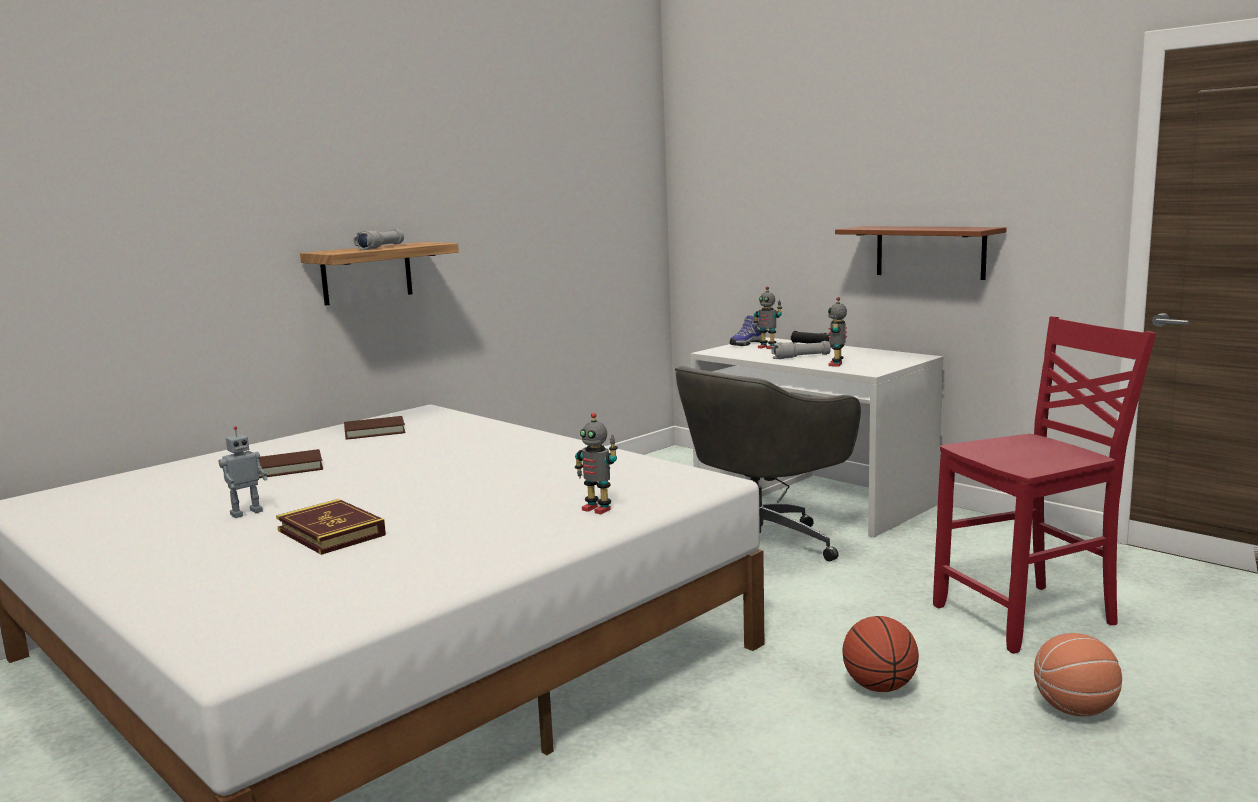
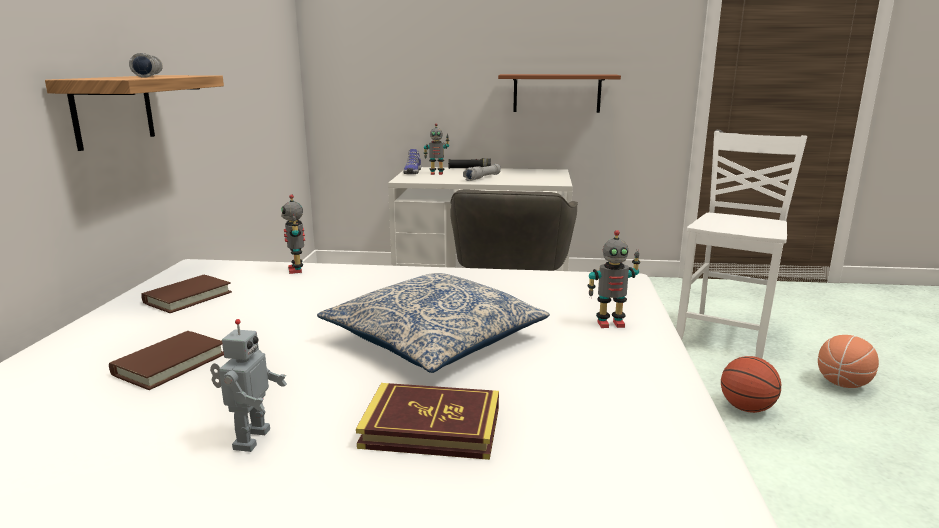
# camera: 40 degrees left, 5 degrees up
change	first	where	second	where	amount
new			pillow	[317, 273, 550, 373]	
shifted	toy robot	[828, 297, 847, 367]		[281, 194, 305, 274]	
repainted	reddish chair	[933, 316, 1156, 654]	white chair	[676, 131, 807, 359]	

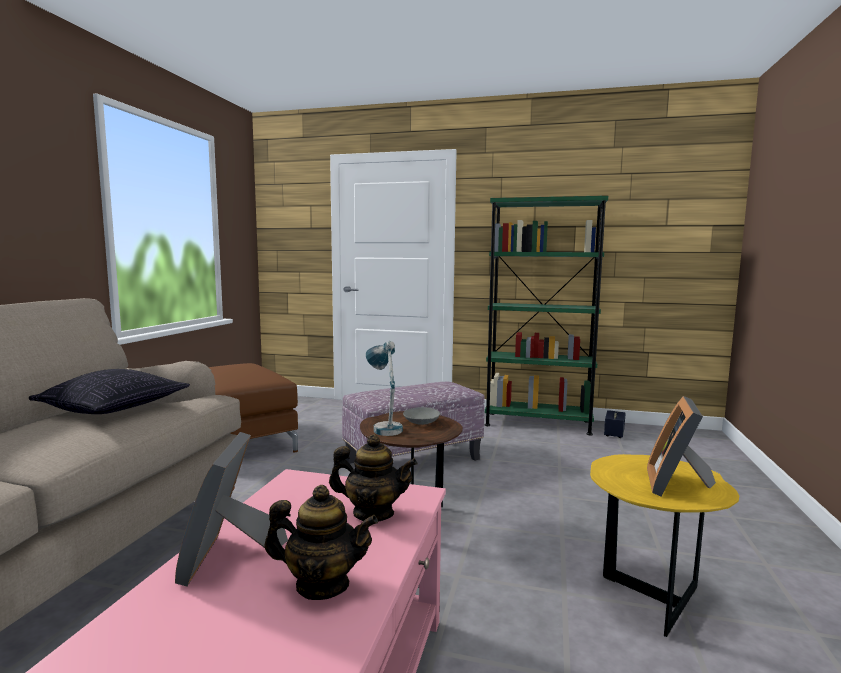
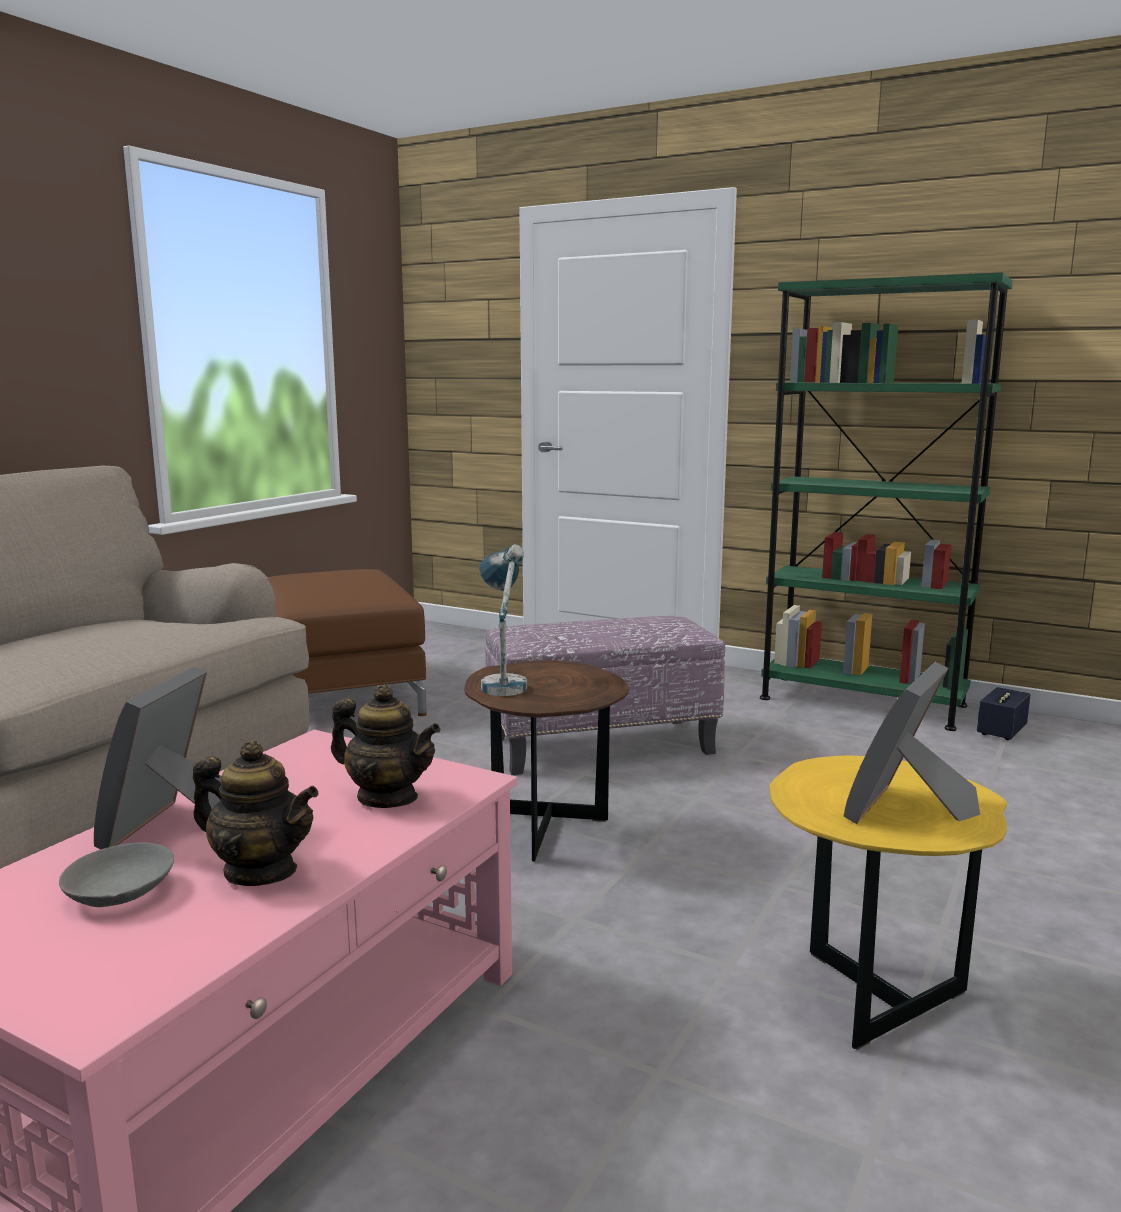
# camera: 15 degrees right, 5 degrees up
change	first	where	second	where	amount
gone	pillow	[29, 369, 190, 414]			
shifted	grey serving bowl	[403, 407, 440, 425]		[59, 842, 174, 907]	

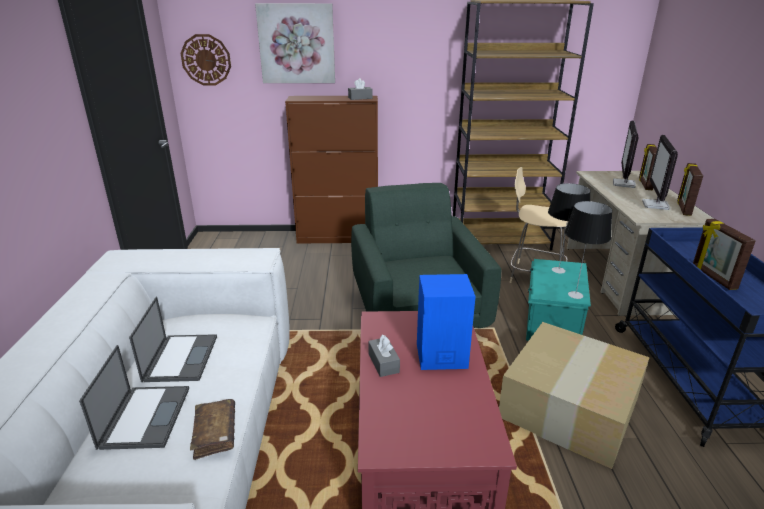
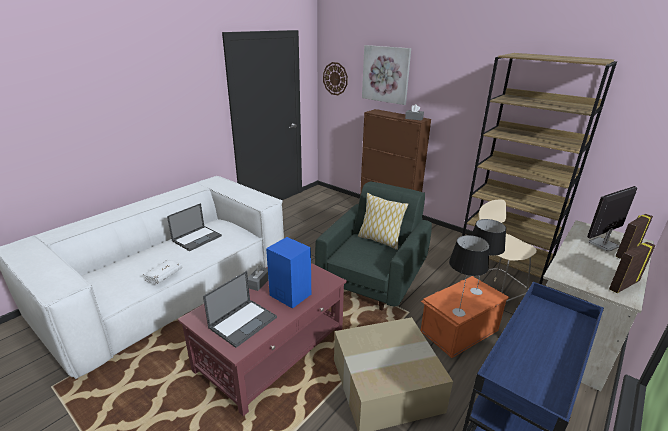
# camera: 40 degrees right, 0 degrees up
change	first	where	second	where	amount
gone	monitor	[642, 135, 678, 210]			
gone	picture frame	[693, 219, 756, 290]			
new			pillow	[358, 193, 408, 250]	
shifted	notebook computer	[79, 345, 189, 450]		[203, 271, 277, 348]	
repainted	brown-coloured book	[190, 399, 235, 460]	white book	[143, 259, 182, 284]	
repainted	turquoise storage container	[526, 259, 591, 341]	orange storage container	[420, 276, 509, 358]	

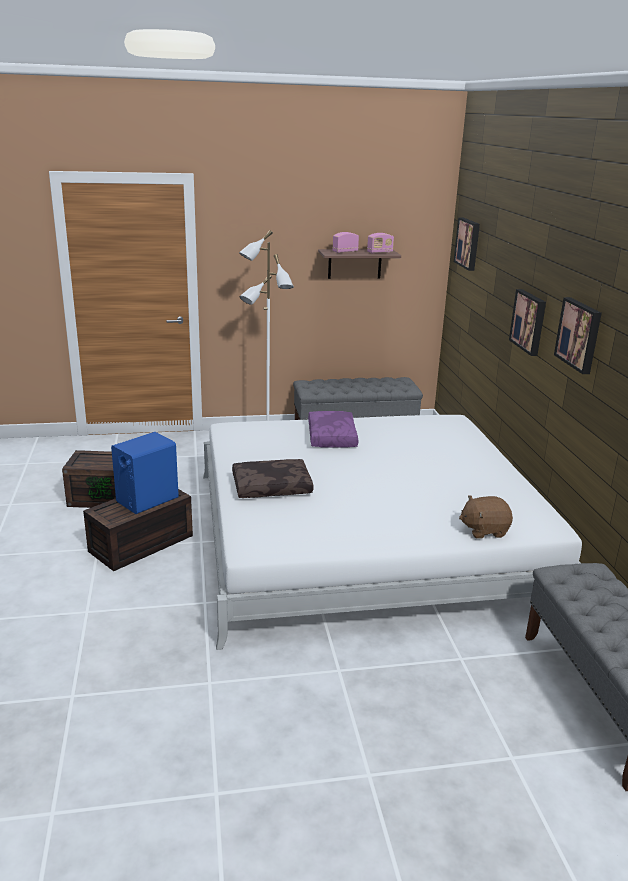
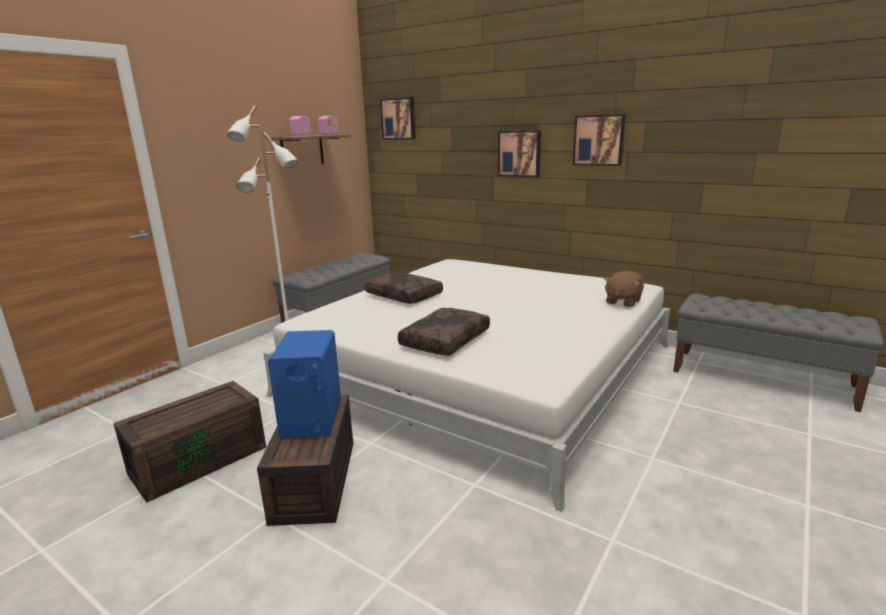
# camera: 45 degrees left, 5 degrees down
change	first	where	second	where	amount
repainted	purple pillow	[308, 411, 359, 448]	brown-coloured pillow	[365, 272, 443, 304]	

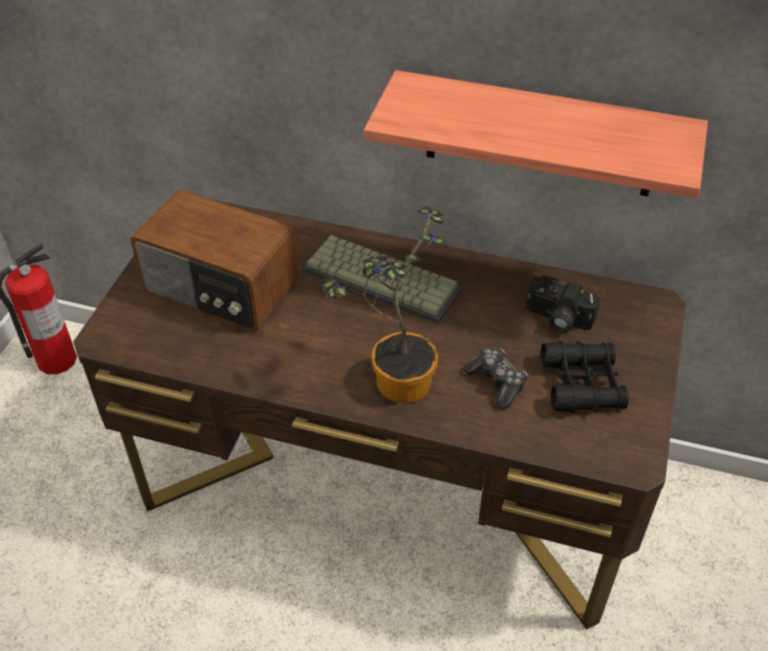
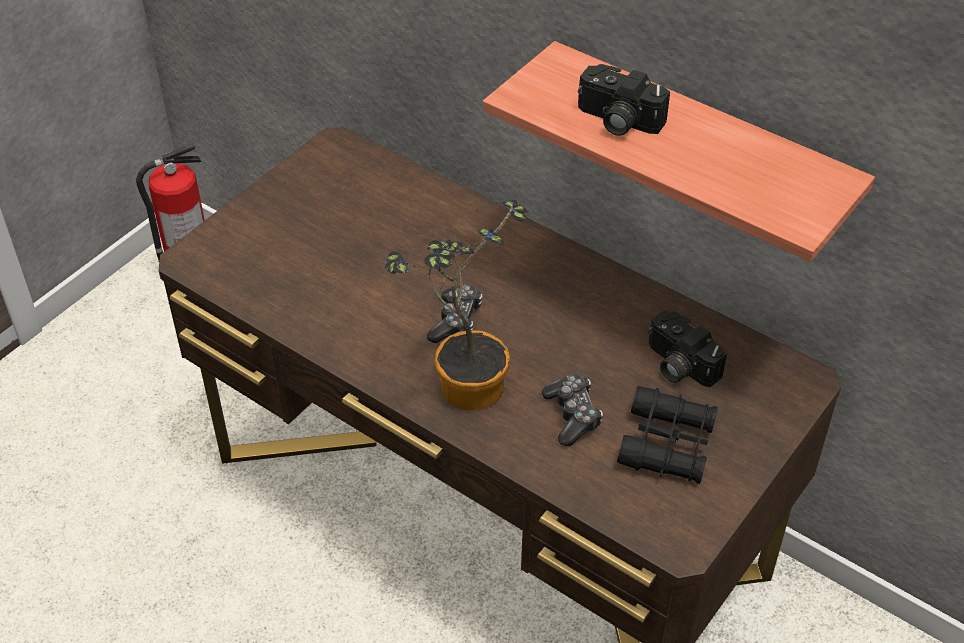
# camera: 20 degrees right, 0 degrees up
change	first	where	second	where	amount
gone	radio set	[130, 190, 298, 332]			
gone	PC keyboard	[303, 235, 463, 324]			
new			game controller	[427, 284, 482, 343]	
new			photo camera	[578, 64, 670, 136]	

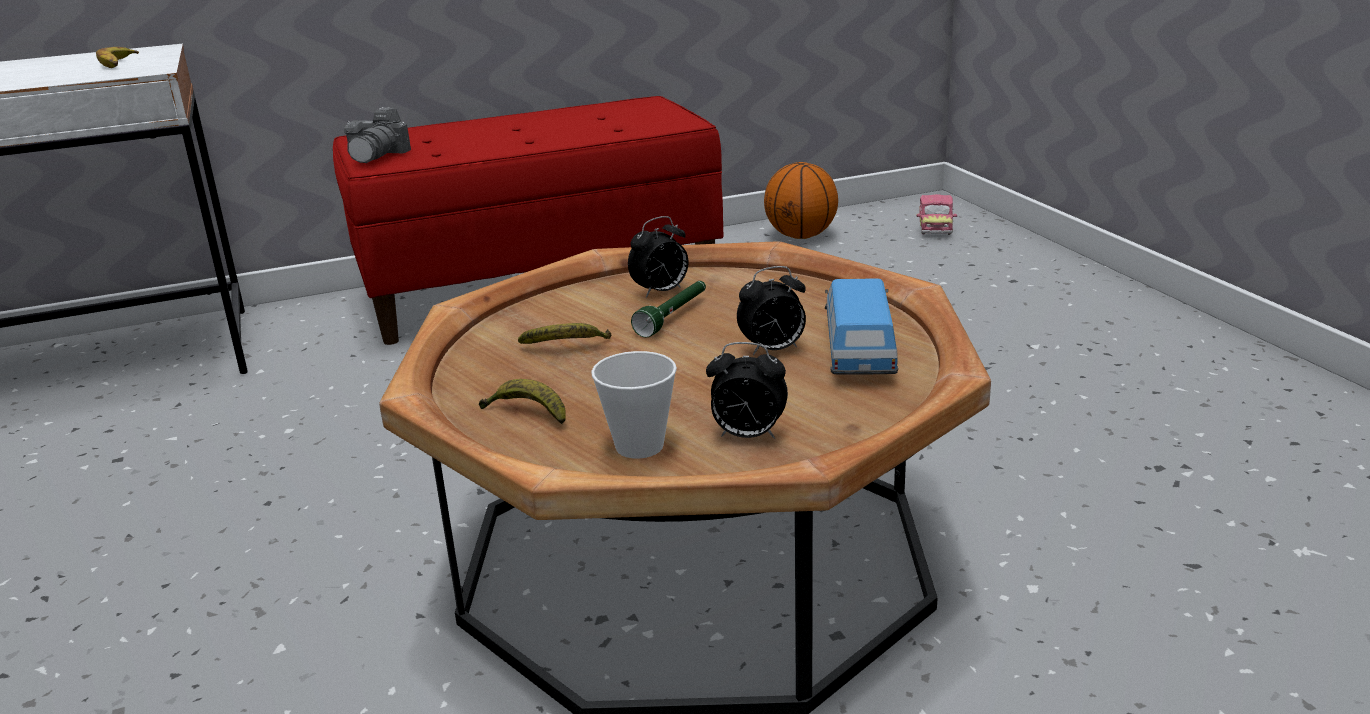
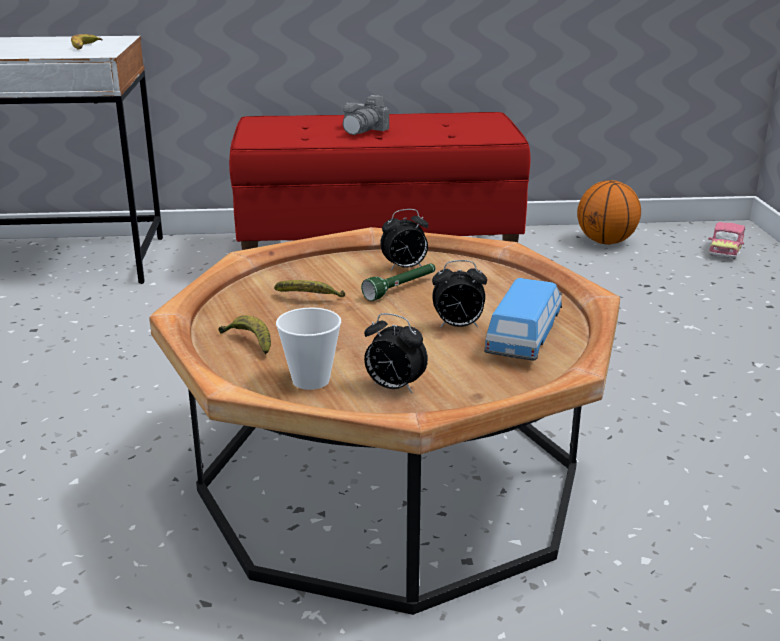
# camera: 15 degrees right, 0 degrees up
change	first	where	second	where	amount
shifted	photo camera	[344, 107, 411, 163]		[342, 95, 389, 135]	

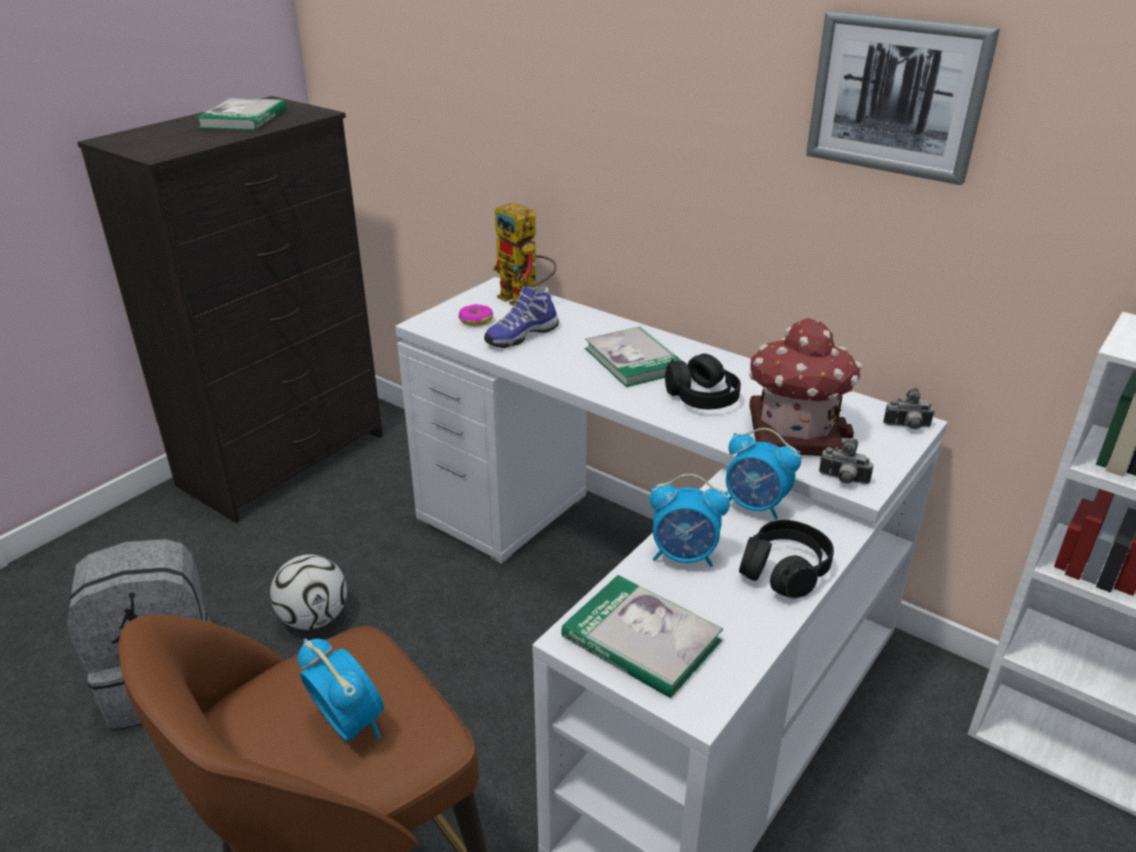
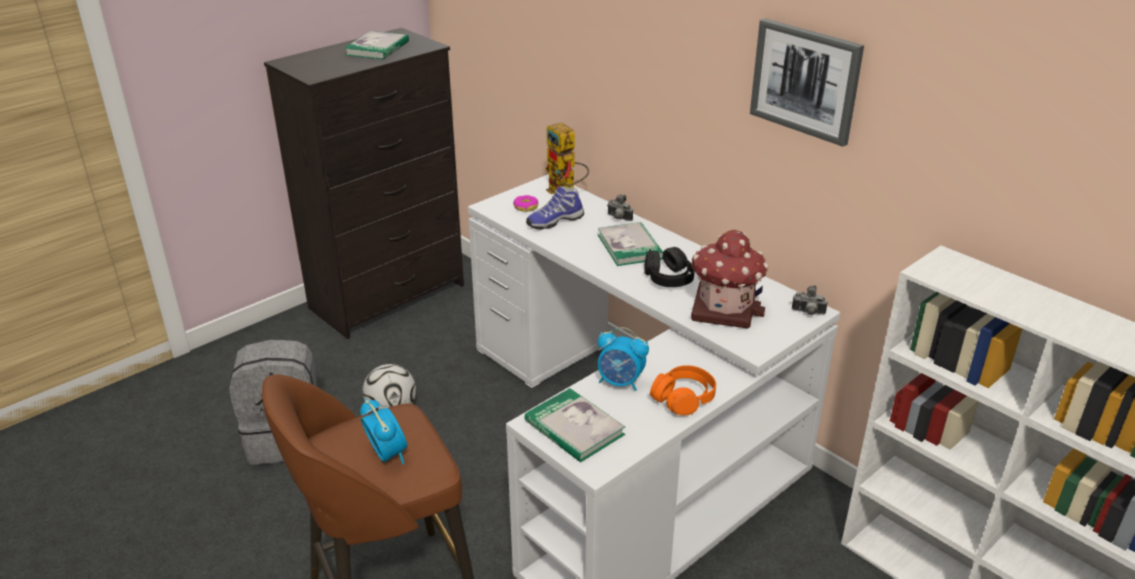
# camera: 10 degrees right, 0 degrees up
change	first	where	second	where	amount
gone	bedside clock	[726, 428, 801, 520]			
shifted	photo camera	[819, 439, 873, 484]		[608, 195, 633, 221]	
repainted	blackish pair of headphones	[739, 520, 834, 599]	orange pair of headphones	[650, 365, 716, 416]	

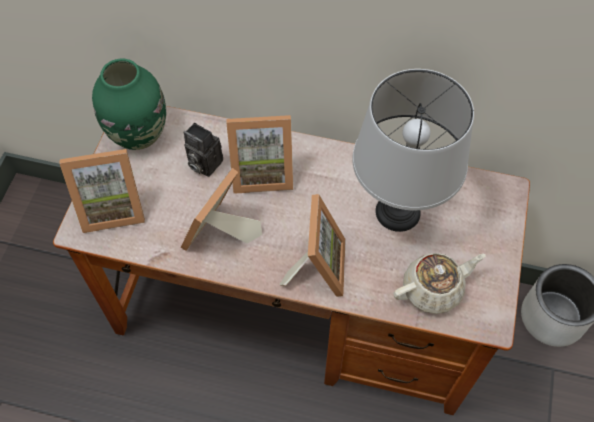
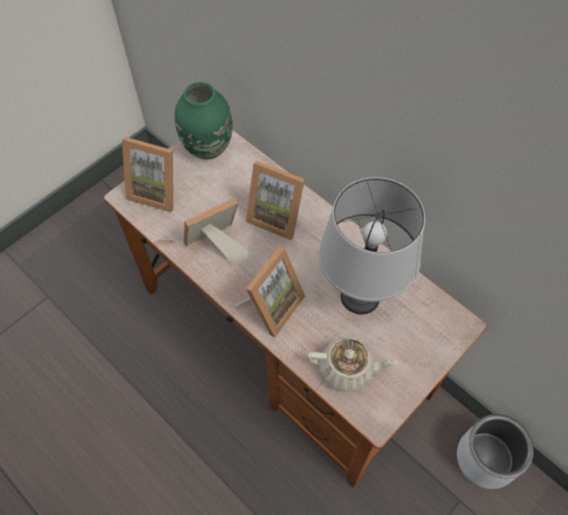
# camera: 30 degrees right, 0 degrees up
change	first	where	second	where	amount
gone	photo camera	[184, 123, 223, 177]			

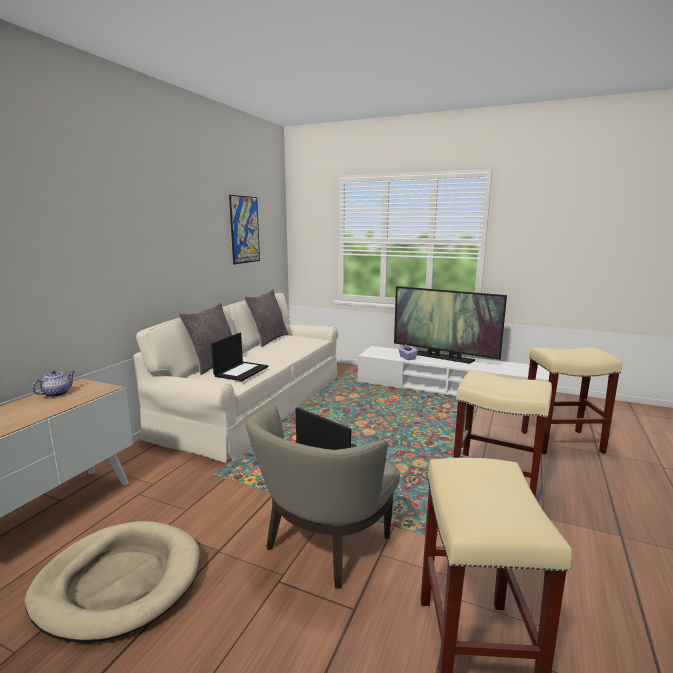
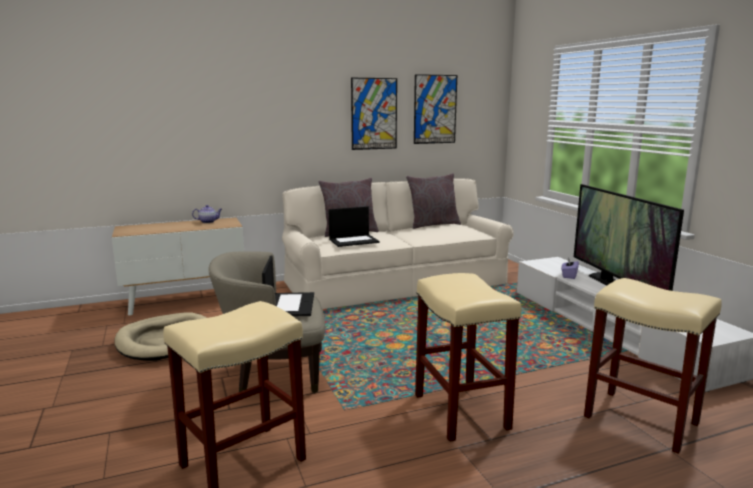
# camera: 45 degrees right, 0 degrees up
change	first	where	second	where	amount
new			picture	[351, 78, 397, 150]	

